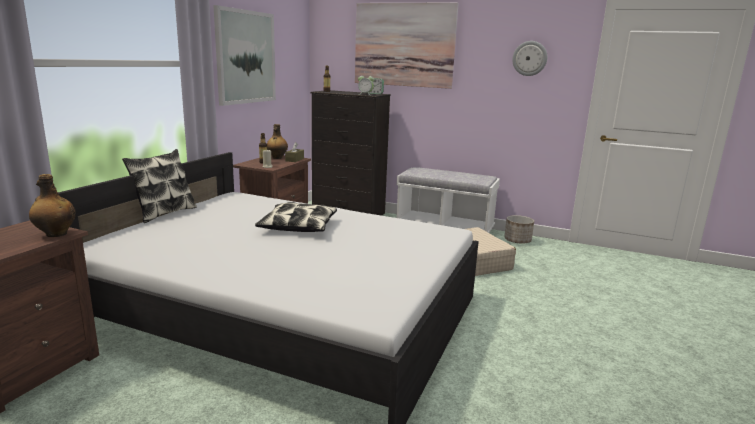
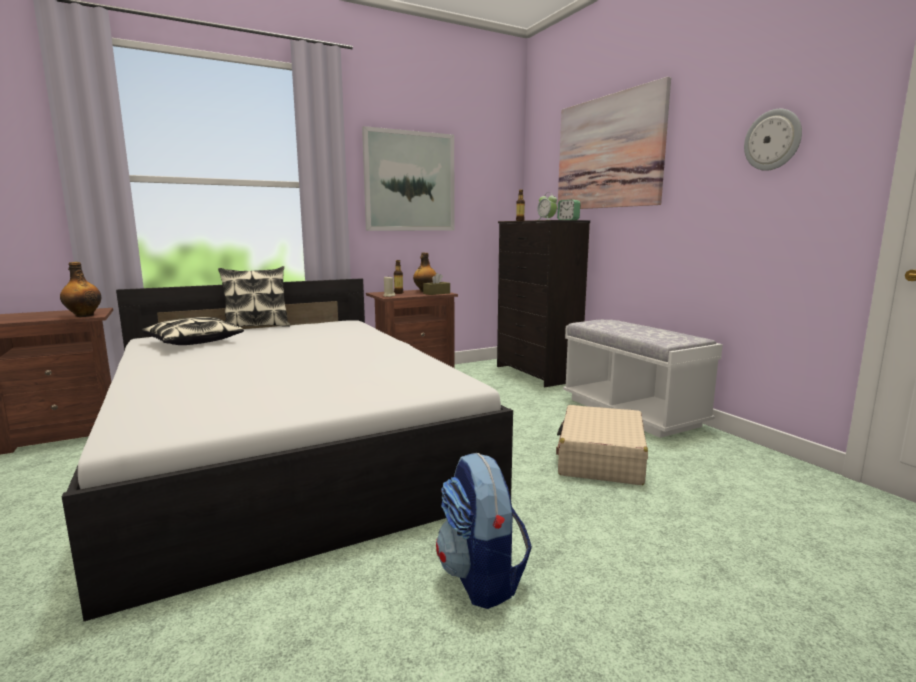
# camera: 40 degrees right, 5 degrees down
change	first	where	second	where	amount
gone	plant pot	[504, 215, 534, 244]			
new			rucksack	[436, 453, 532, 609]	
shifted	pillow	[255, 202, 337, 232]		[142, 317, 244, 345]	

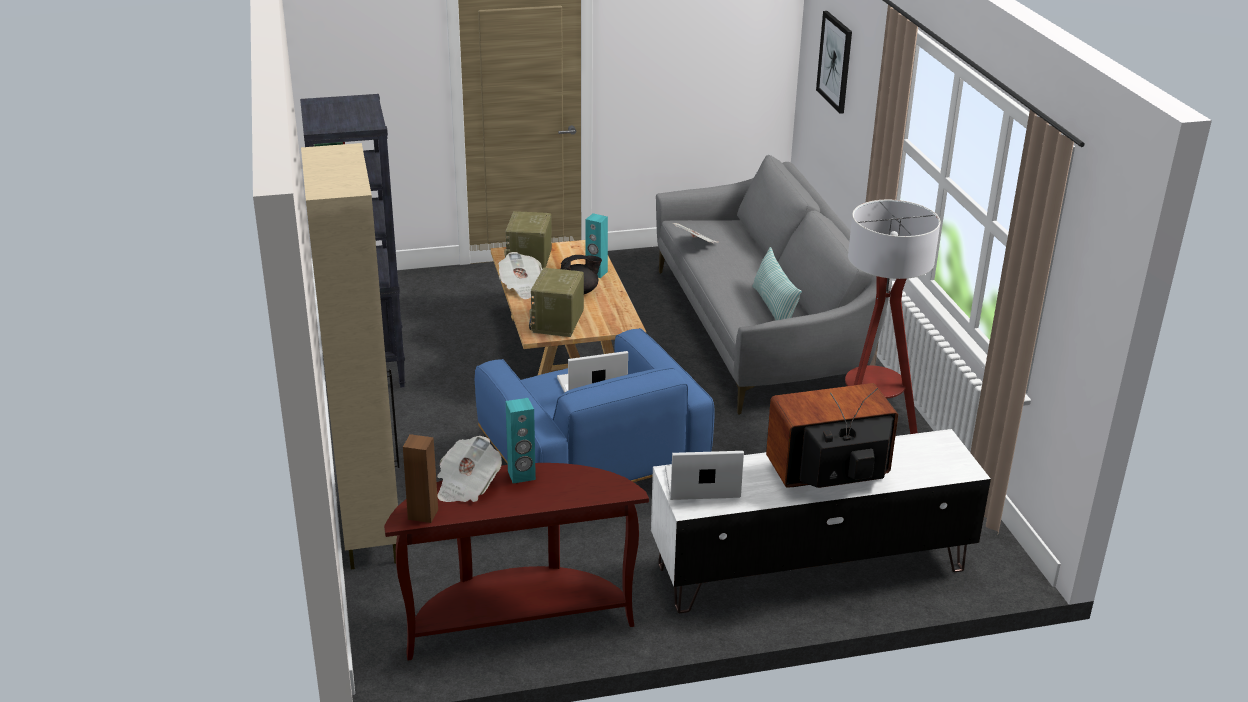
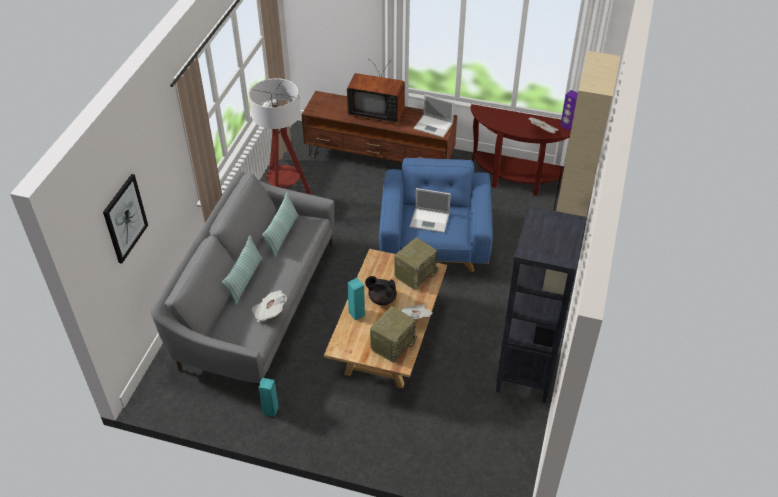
# camera: 150 degrees left, 15 degrees up
change	first	where	second	where	amount
new			pillow	[222, 235, 263, 305]	
shifted	turquoise audio speaker	[506, 398, 536, 484]		[259, 378, 279, 417]	
repainted	brown-coloured audio speaker	[403, 434, 438, 523]	purple audio speaker	[560, 90, 578, 130]	
repainted	white tv unit	[651, 429, 991, 614]	brown-coloured tv unit	[302, 91, 457, 162]	

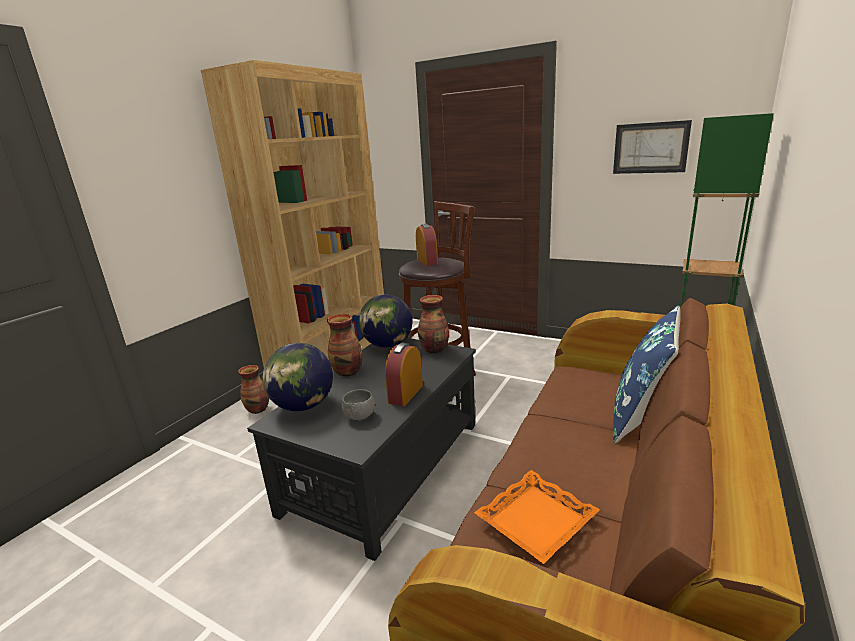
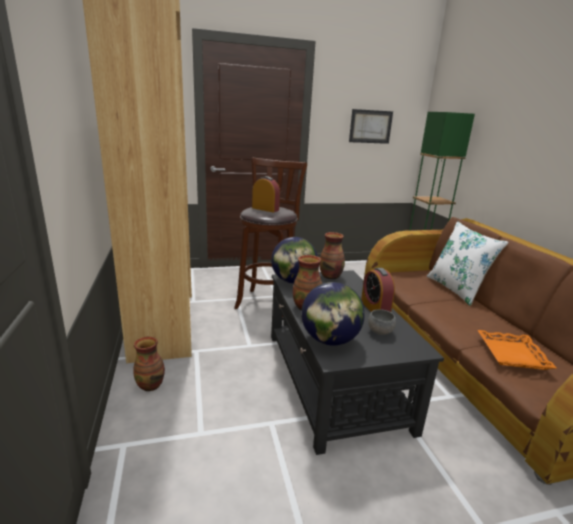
# camera: 45 degrees left, 0 degrees up
change	first	where	second	where	amount
repainted	bluish pillow	[613, 306, 680, 443]	white pillow	[427, 221, 509, 306]	

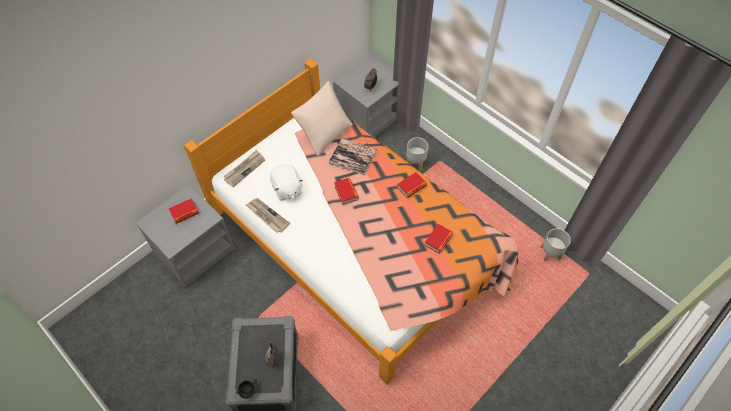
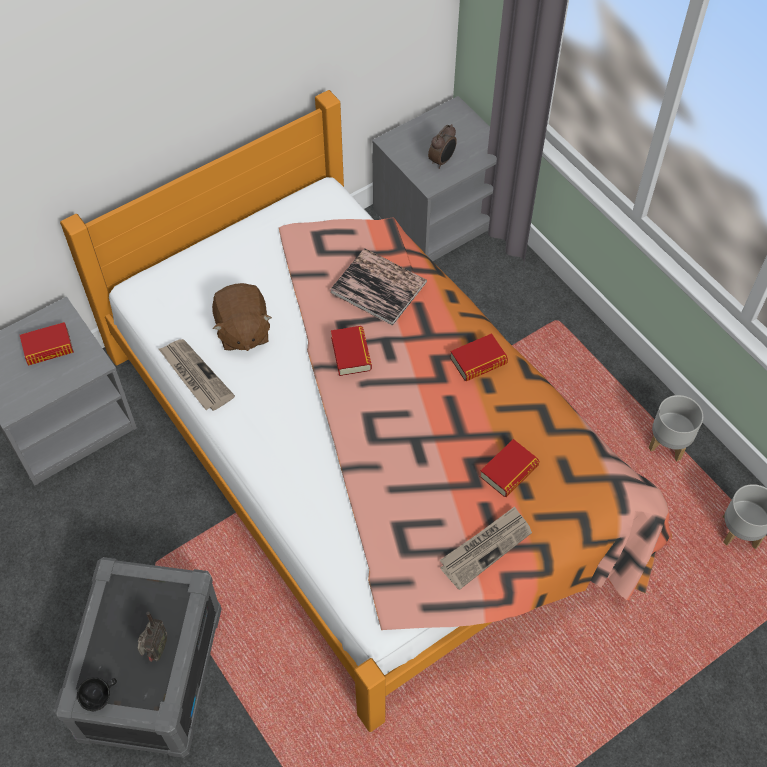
# camera: 10 degrees right, 0 degrees up
change	first	where	second	where	amount
gone	beige-coloured pillow	[291, 81, 353, 156]			
shifted	daily paper	[223, 150, 265, 187]		[440, 506, 532, 590]	
shifted	grey plant pot	[406, 137, 428, 171]		[649, 395, 703, 461]	
repainted	white plush toy	[270, 164, 303, 200]	brown-coloured plush toy	[212, 283, 272, 351]	

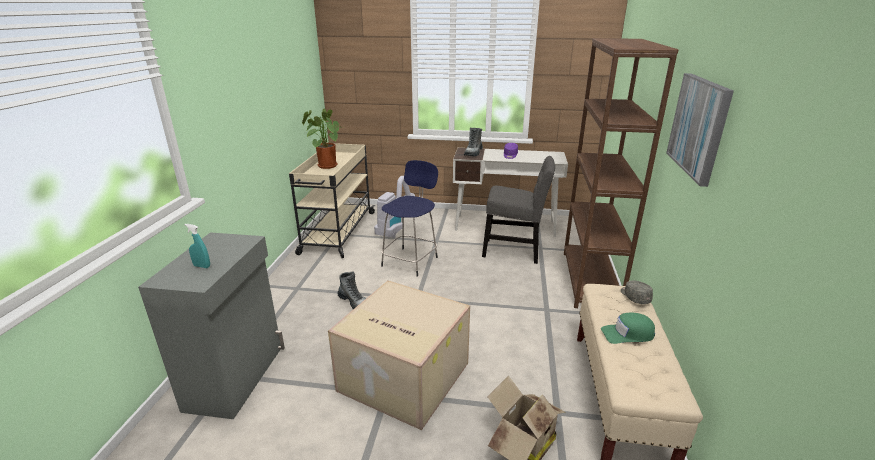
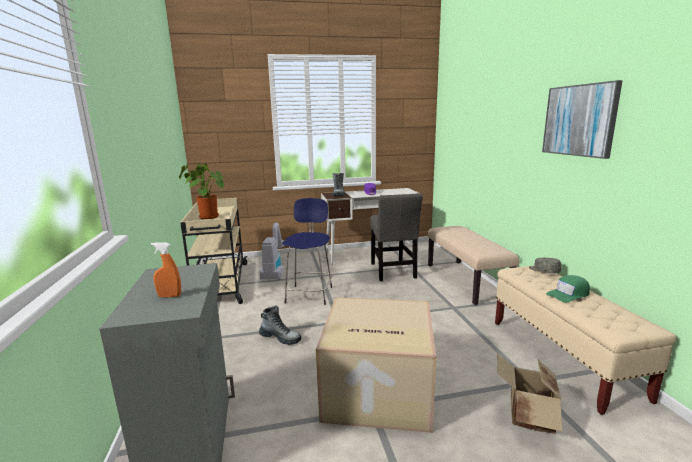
# camera: 20 degrees left, 10 degrees down
change	first	where	second	where	amount
swapped	brown-coloured bookcase	[564, 38, 679, 308]	beige-coloured bench	[428, 226, 519, 305]	
repainted	turquoise sprayer	[185, 224, 210, 268]	orange sprayer	[151, 242, 181, 297]	
rotated	grey chair	[482, 156, 555, 264]		[370, 193, 423, 281]	90 degrees clockwise

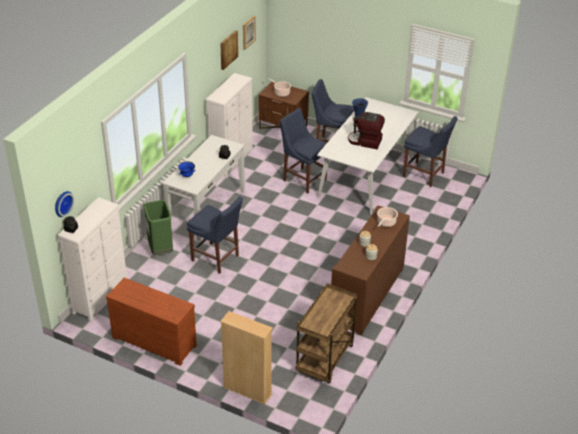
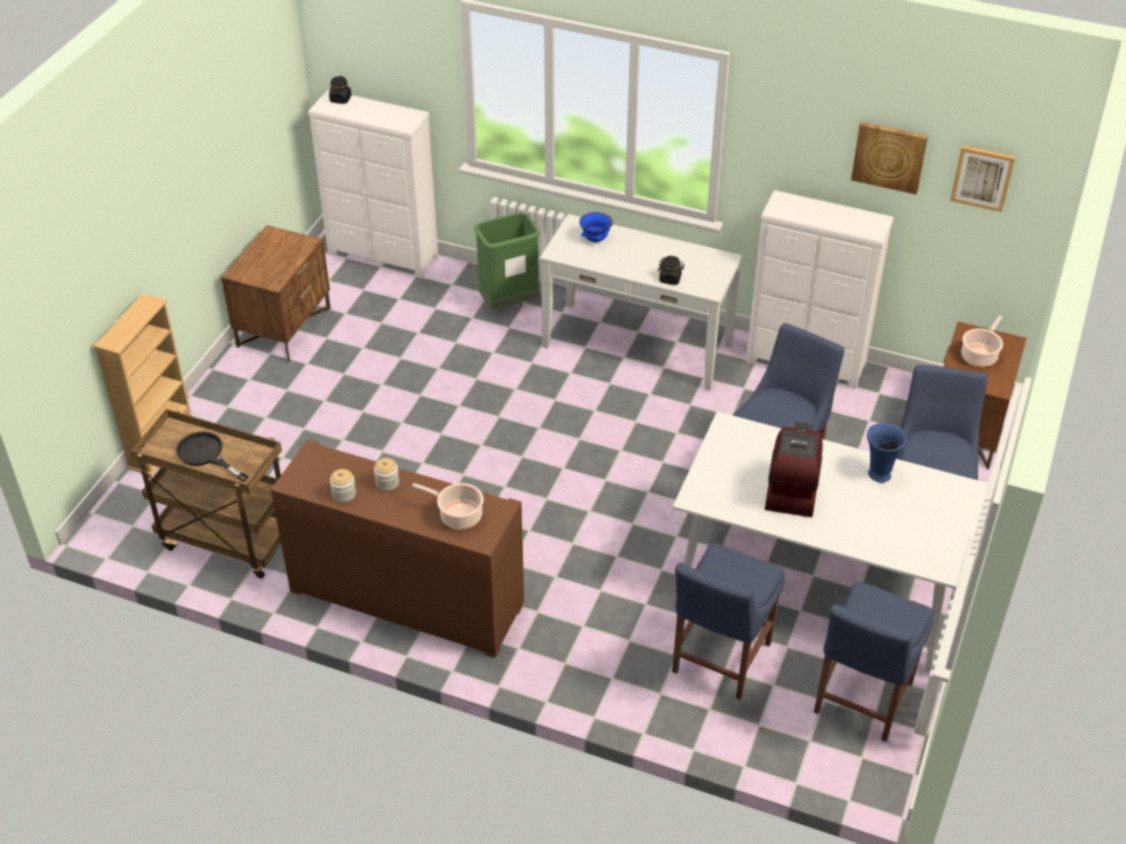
# camera: 85 degrees right, 5 degrees up
change	first	where	second	where	amount
gone	wall clock	[55, 191, 74, 217]			
new			blackish skillet	[176, 432, 249, 482]	
shifted	bluish chair	[187, 197, 243, 274]		[672, 543, 785, 700]	
swapped	brown-coloured drawer chest	[106, 278, 197, 366]	brown-coloured nightstand	[221, 225, 331, 362]	

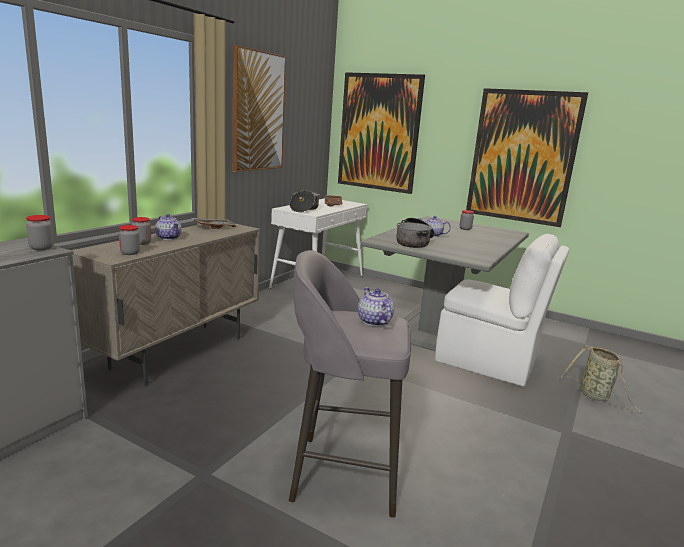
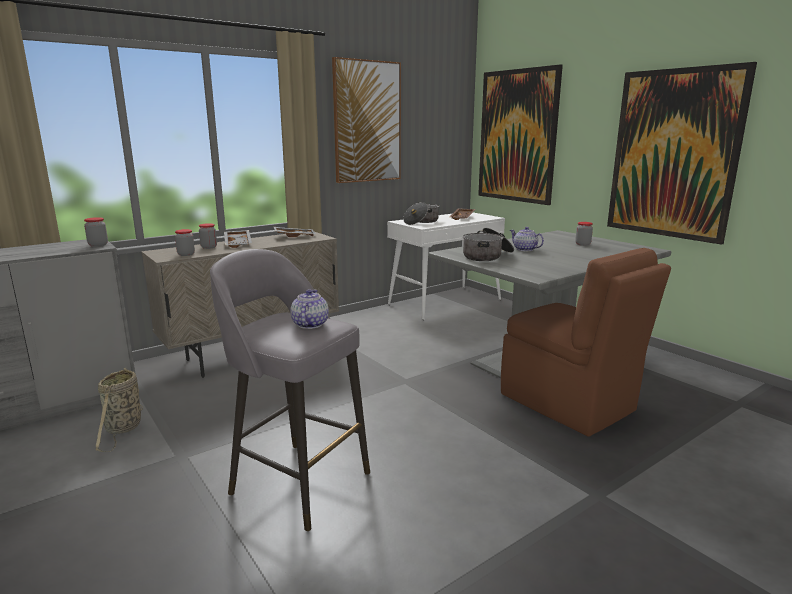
# camera: 25 degrees right, 0 degrees up
change	first	where	second	where	amount
shifted	basket	[561, 345, 641, 413]		[96, 367, 143, 452]	
swapped	teapot	[155, 214, 182, 240]	grey tray	[224, 230, 252, 248]	
repainted	white chair	[435, 234, 570, 387]	brown-coloured chair	[501, 248, 671, 437]	

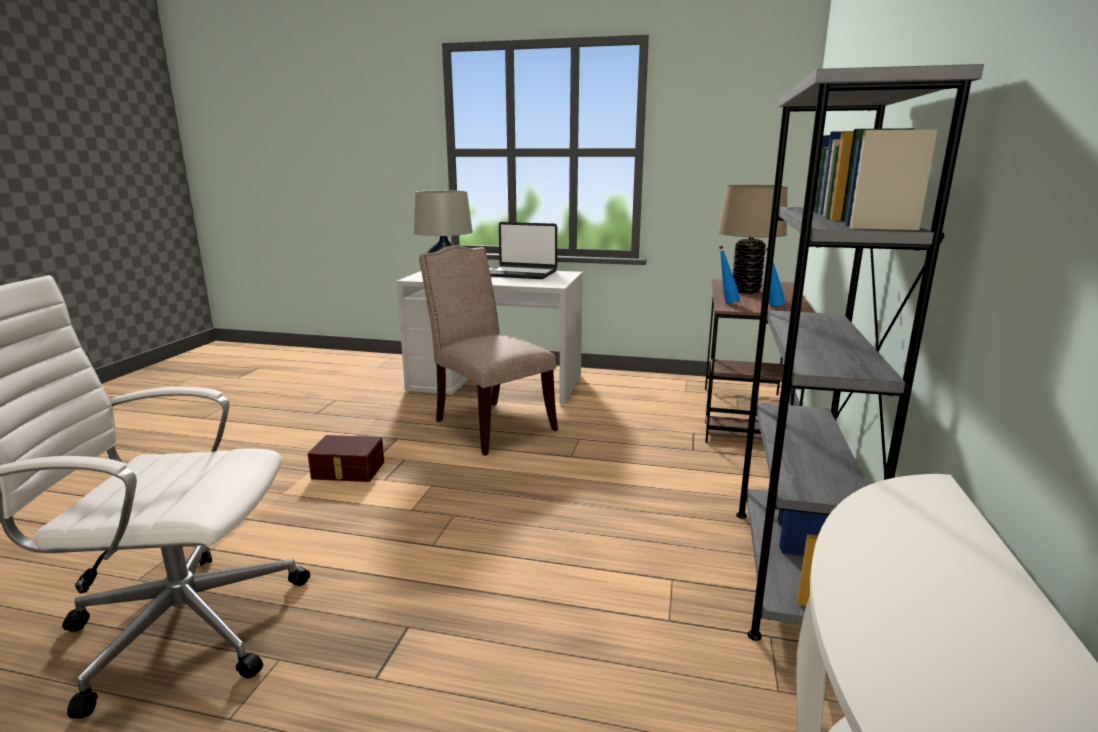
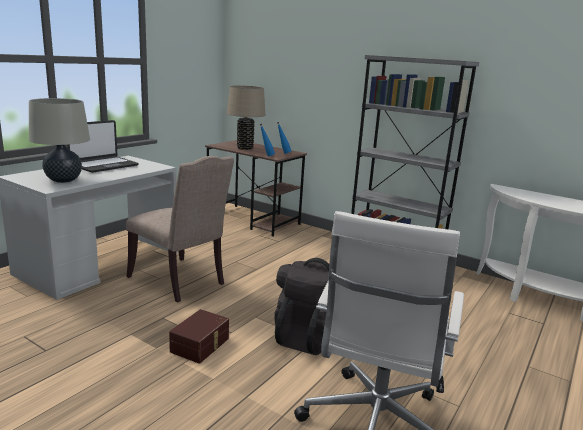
# camera: 70 degrees left, 0 degrees up
change	first	where	second	where	amount
new			blackish rucksack	[274, 258, 329, 355]	
rotated	beige-coloured chair	[419, 245, 558, 456]		[126, 156, 234, 302]	120 degrees counterclockwise

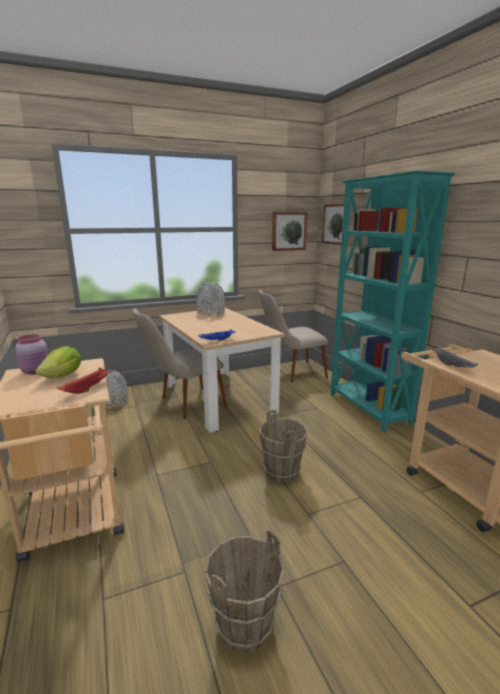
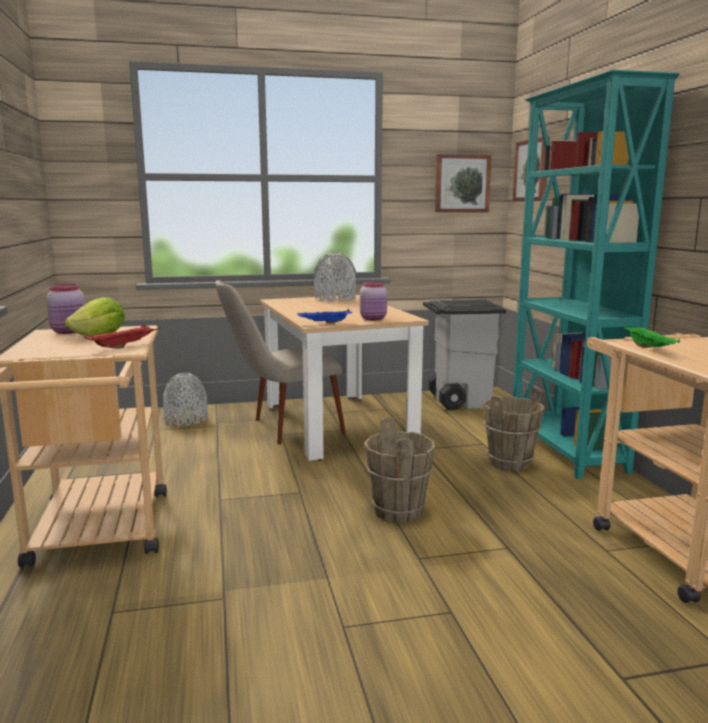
# camera: 10 degrees right, 5 degrees down
change	first	where	second	where	amount
new			pink storage jar	[360, 281, 387, 320]	
shifted	brown-coloured bucket	[205, 530, 284, 653]		[484, 387, 545, 471]	
swapped	beige-coloured chair	[259, 290, 328, 383]	grey rubbish bin	[423, 300, 506, 410]	
repainted	grey tray	[432, 348, 478, 368]	green tray	[624, 325, 680, 348]	

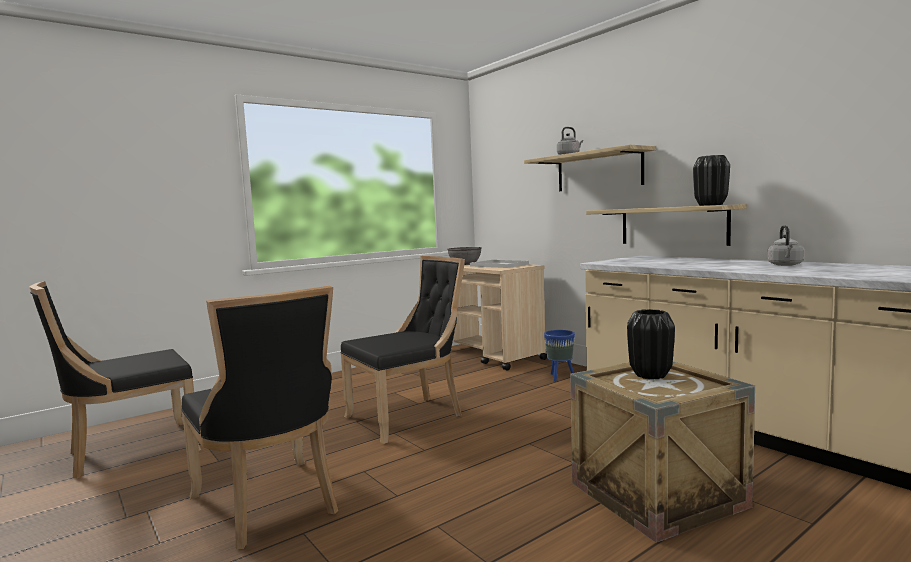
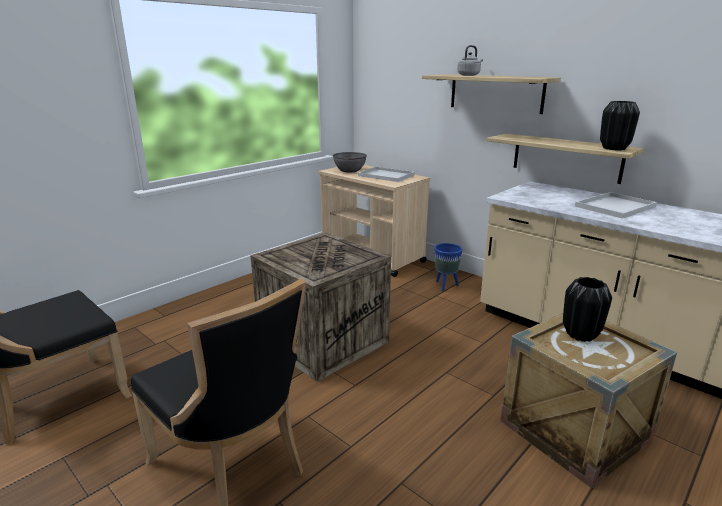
# camera: 10 degrees left, 15 degrees up
change	first	where	second	where	amount
gone	grey kettle	[767, 225, 805, 266]			
new			white tray	[575, 192, 657, 219]	
swapped	blackish chair	[340, 256, 465, 444]	shipping crate	[250, 232, 391, 382]	

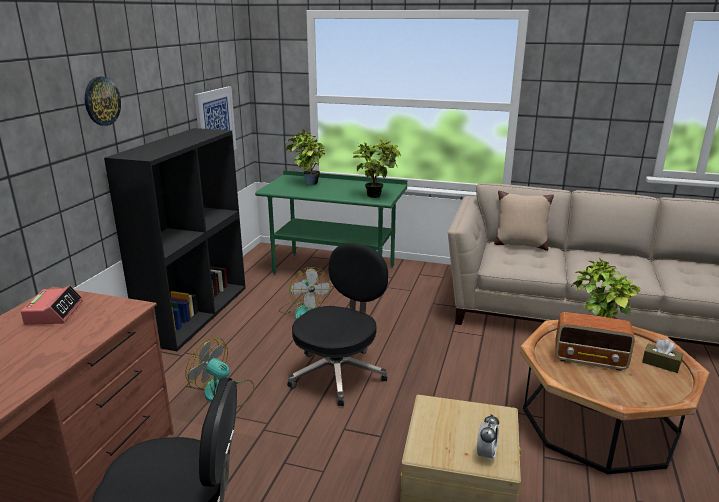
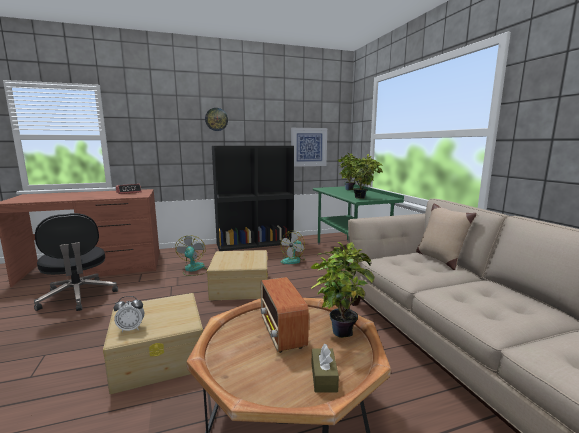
# camera: 55 degrees right, 10 degrees down
change	first	where	second	where	amount
swapped	blackish computer chair	[287, 243, 388, 406]	beige-coloured storage container	[207, 250, 268, 300]	

